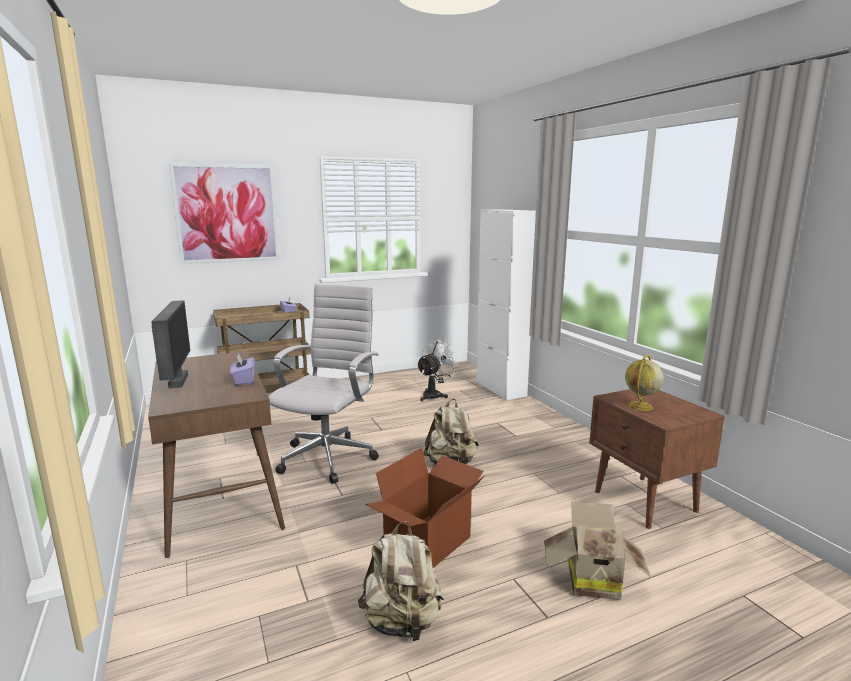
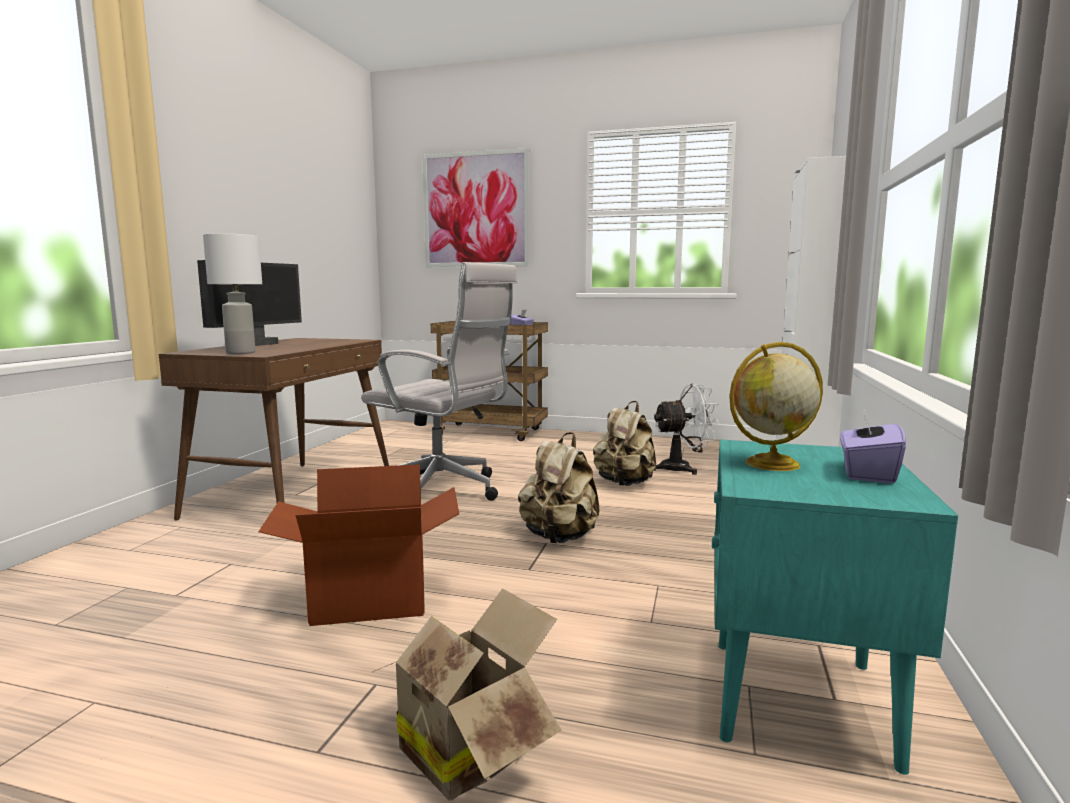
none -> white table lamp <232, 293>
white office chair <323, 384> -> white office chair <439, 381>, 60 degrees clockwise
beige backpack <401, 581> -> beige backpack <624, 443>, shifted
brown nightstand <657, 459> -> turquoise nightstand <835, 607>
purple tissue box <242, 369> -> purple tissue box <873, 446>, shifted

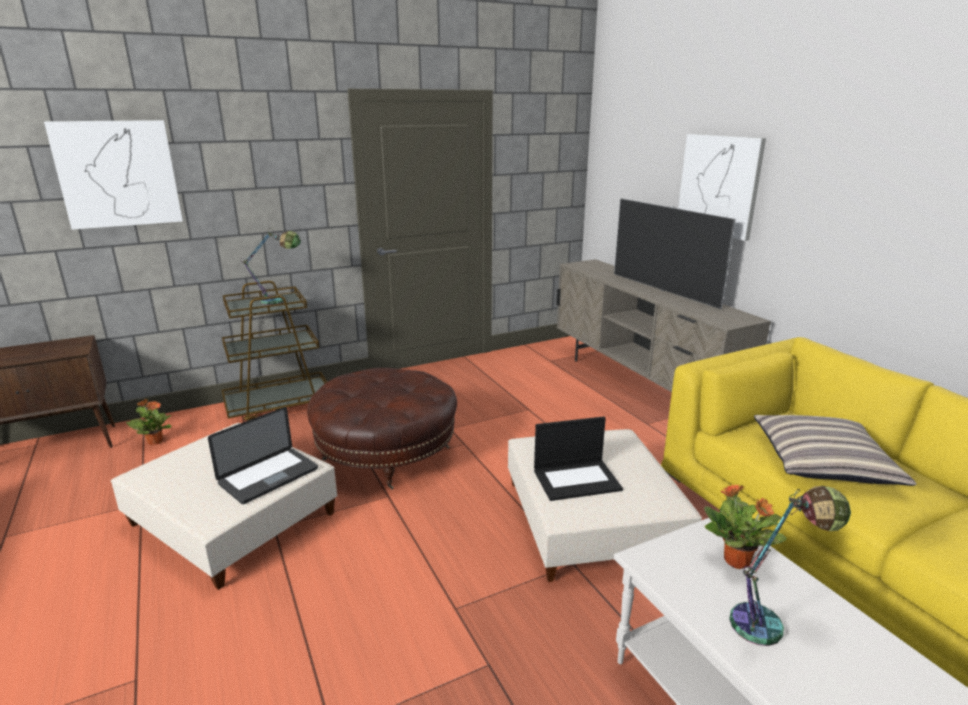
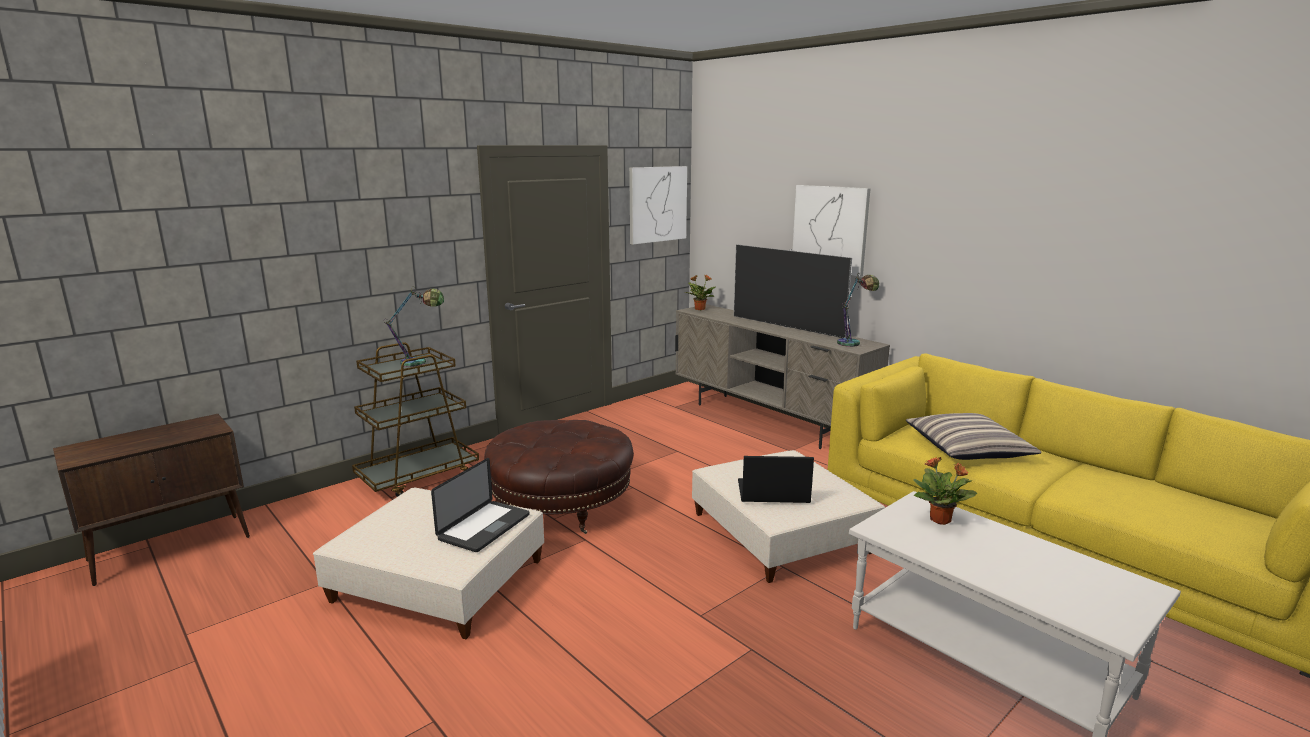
picture <113, 175> -> picture <658, 205>, shifted
potted plant <148, 422> -> potted plant <700, 292>, shifted
laptop <578, 459> -> laptop <776, 479>, 150 degrees counterclockwise
table lamp <790, 566> -> table lamp <858, 311>, shifted

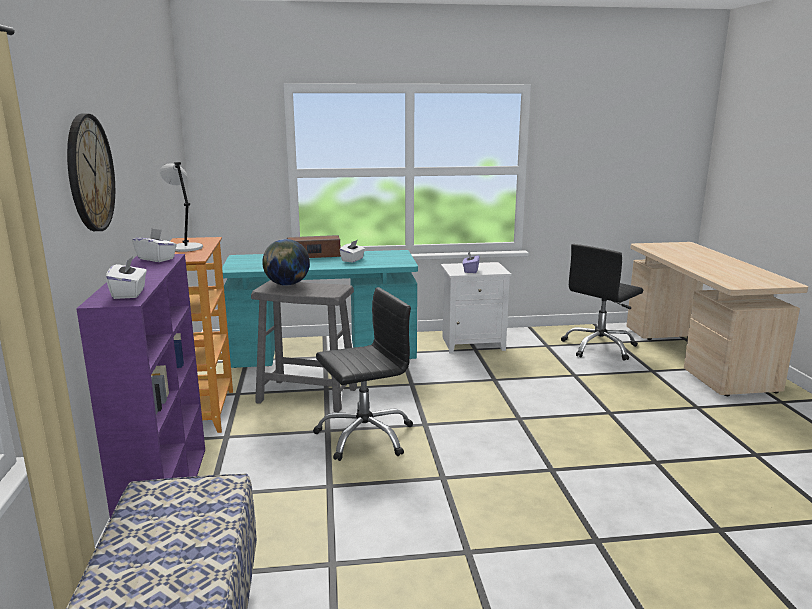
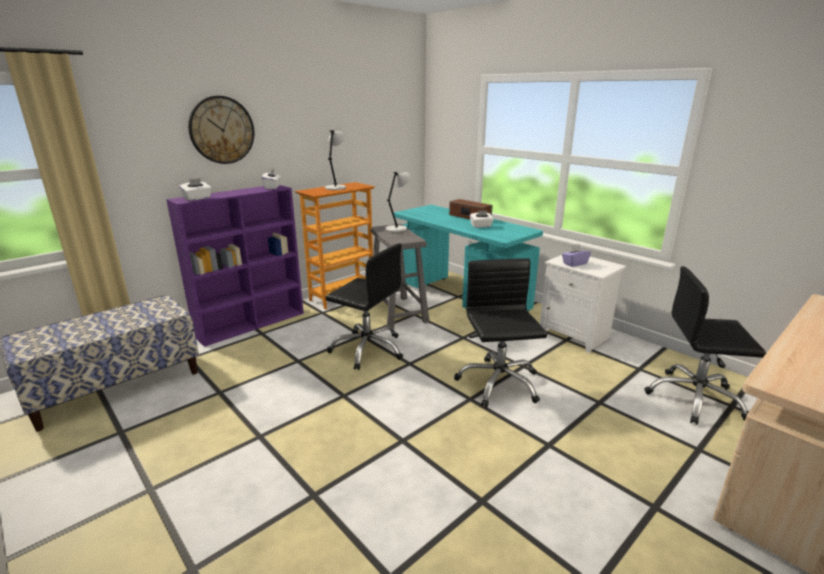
globe <286, 262> -> grey table lamp <397, 202>
none -> black office chair <500, 333>

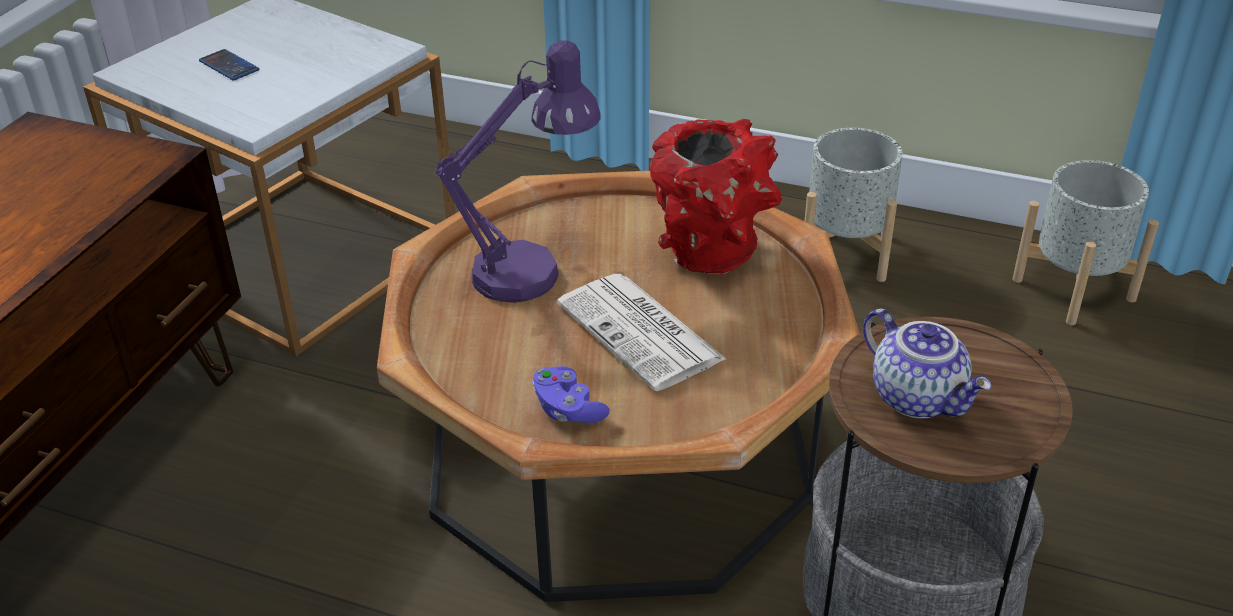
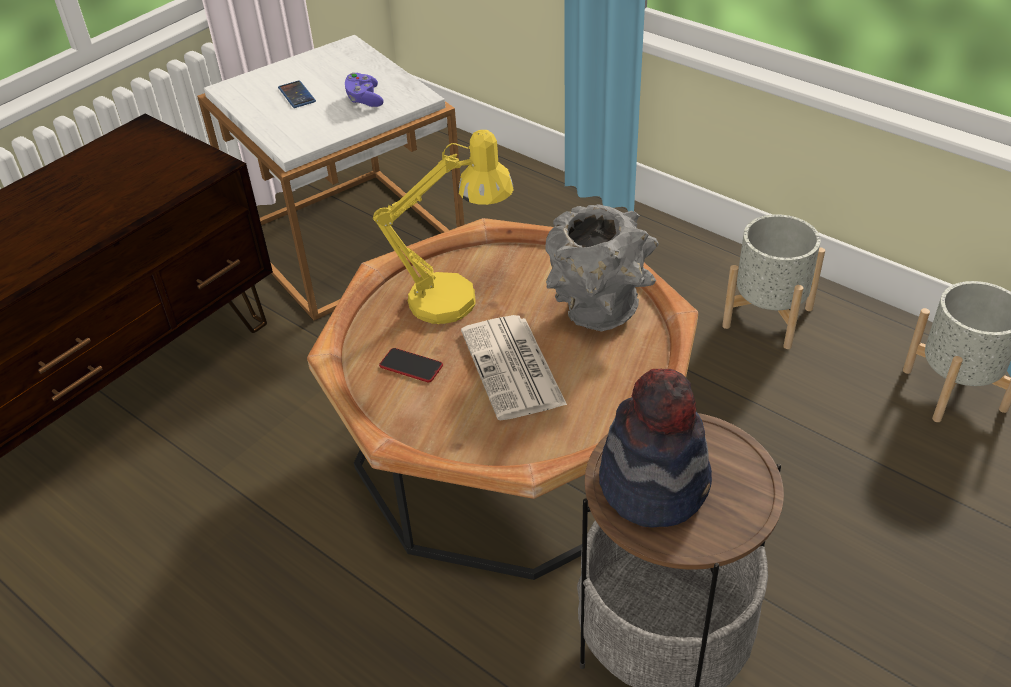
purple game controller <571, 394> -> purple game controller <364, 90>, shifted
purple table lamp <518, 171> -> yellow table lamp <443, 227>
none -> phone <411, 365>
red vase <716, 196> -> grey vase <602, 268>
teapot <927, 364> -> hat <655, 448>

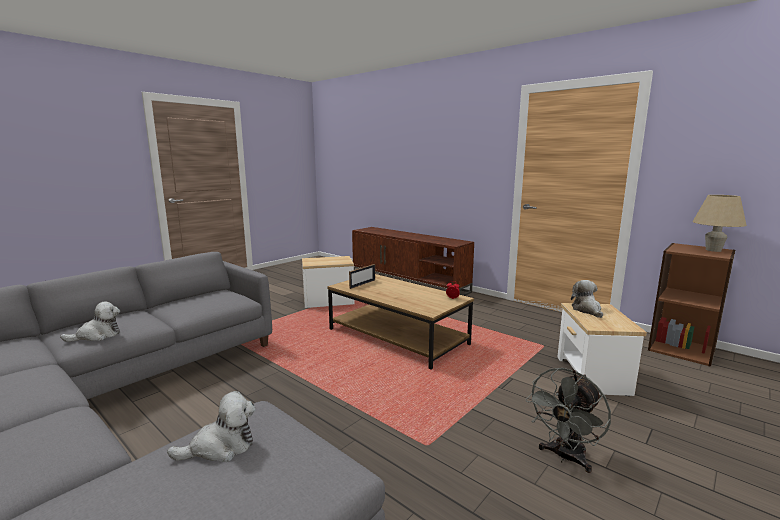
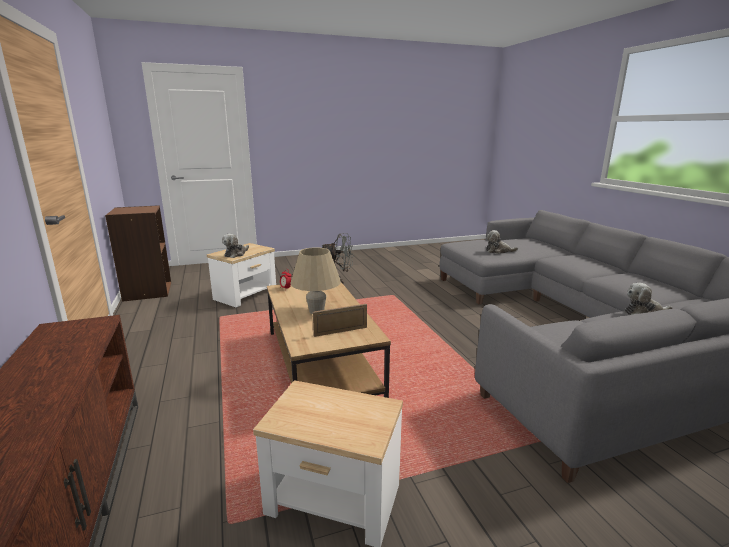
beige table lamp <719, 223> -> beige table lamp <315, 280>, shifted

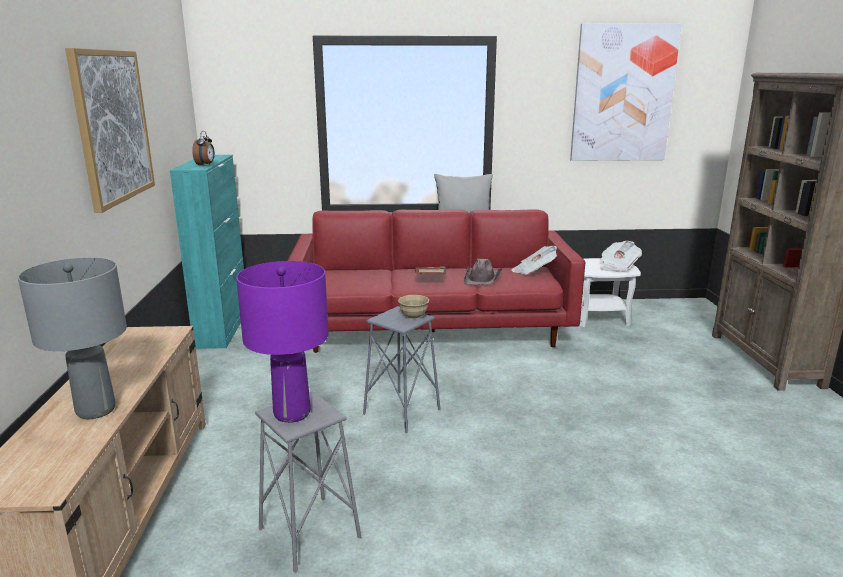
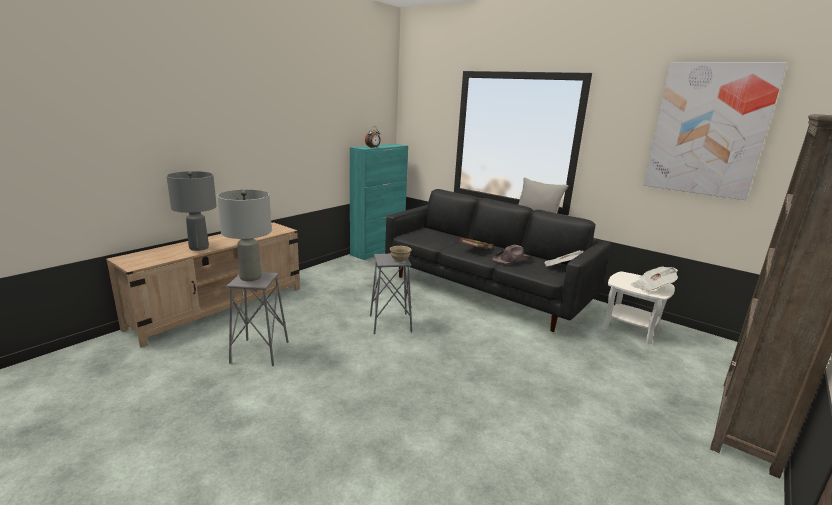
purple table lamp <282, 342> -> grey table lamp <244, 235>
red sofa <436, 281> -> black sofa <498, 260>
picture <110, 130> -> none

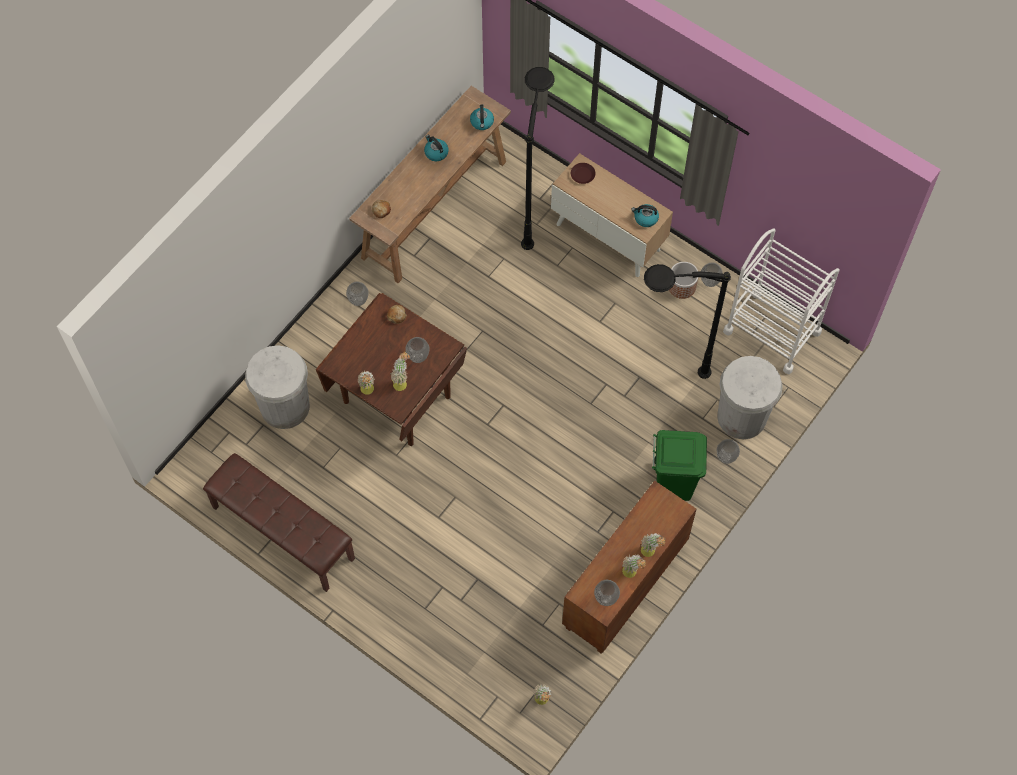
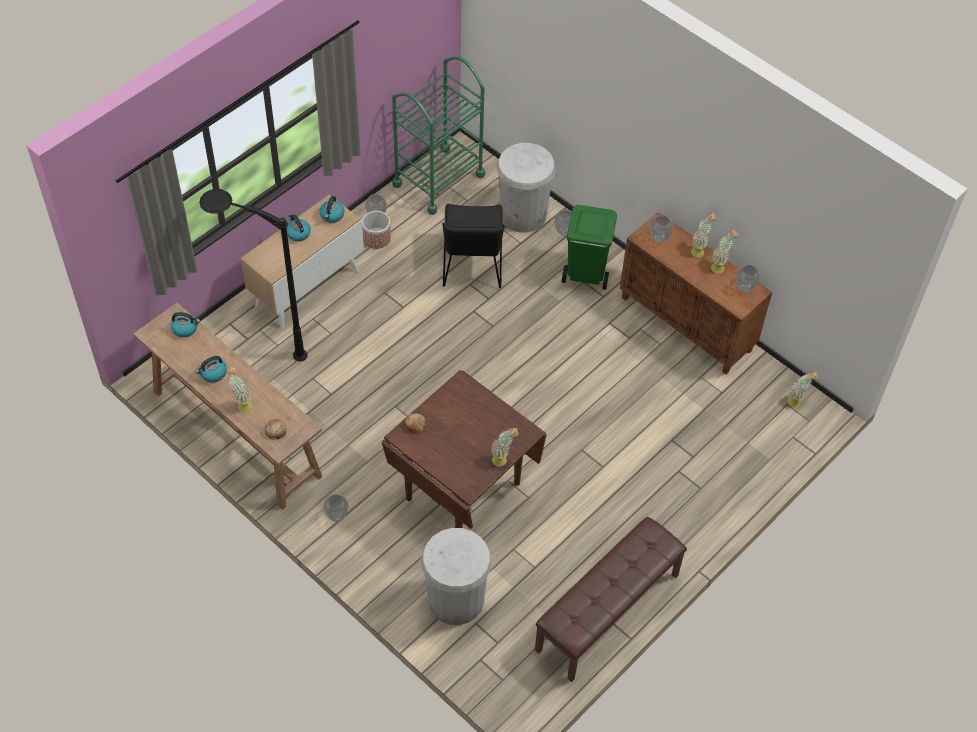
potted plant <400, 371> -> potted plant <239, 390>, shifted
none -> kettle <298, 227>
white cart <781, 301> -> green cart <438, 135>
black floor lamp <687, 321> -> black chair <473, 246>
vase <417, 350> -> vase <661, 229>, shifted
brown plate <583, 173> -> none

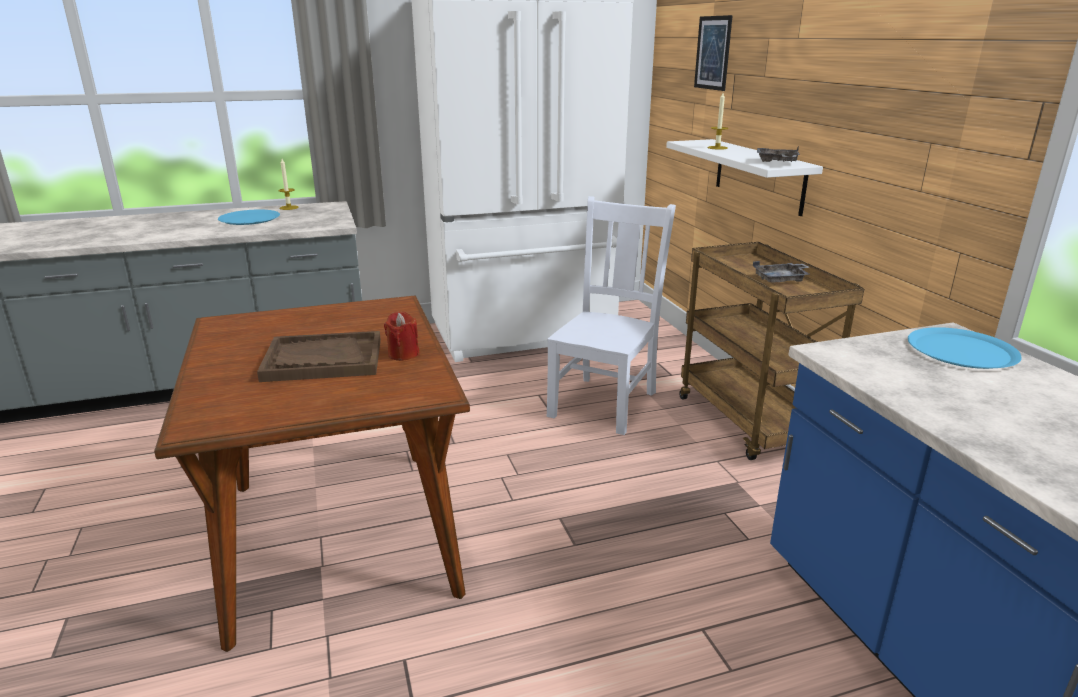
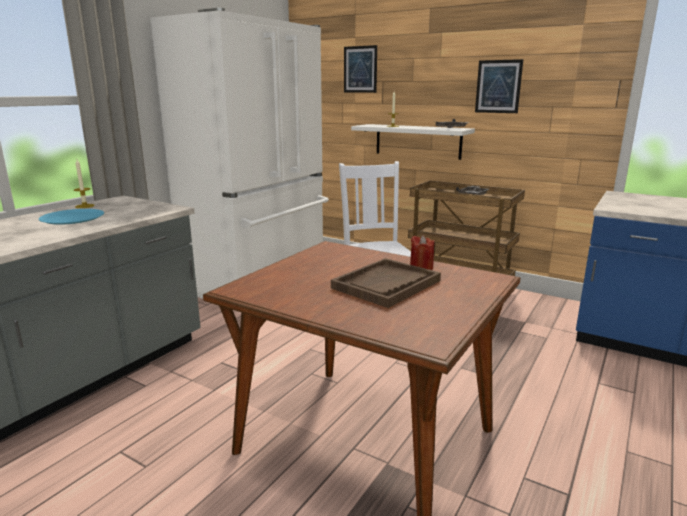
none -> picture <499, 86>
blue plate <965, 348> -> none

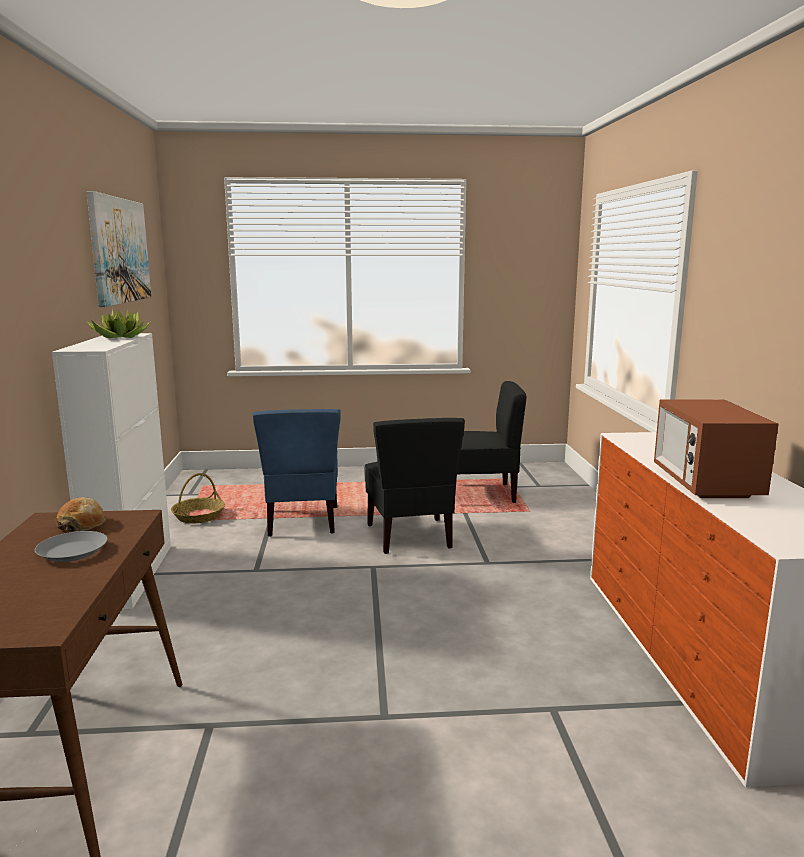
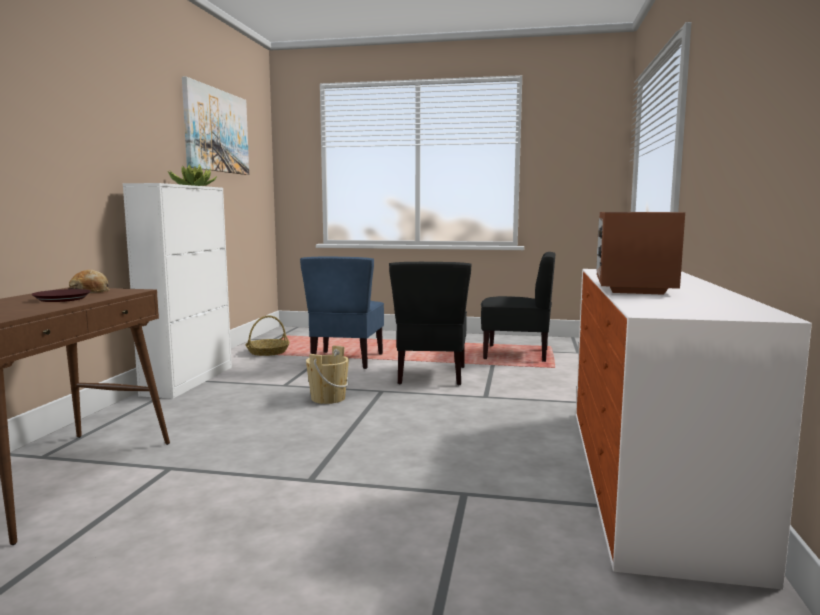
grey plate <71, 546> -> brown plate <61, 295>
none -> beige bucket <327, 374>

